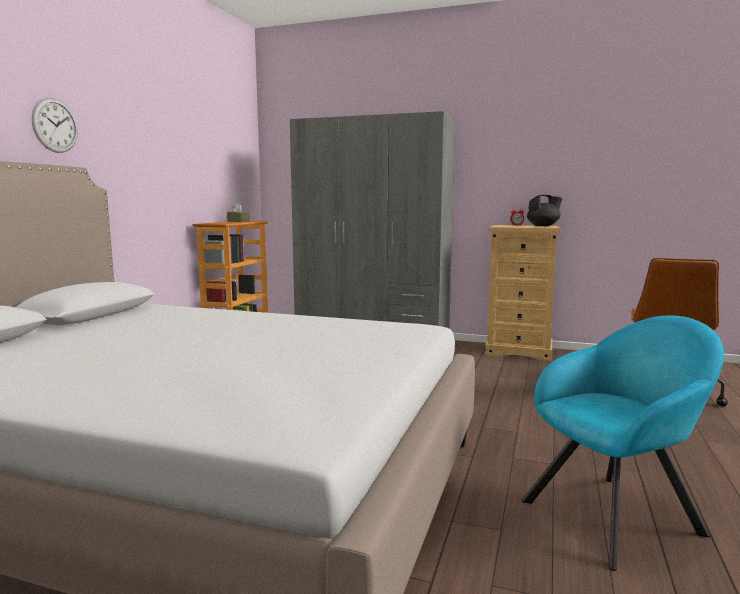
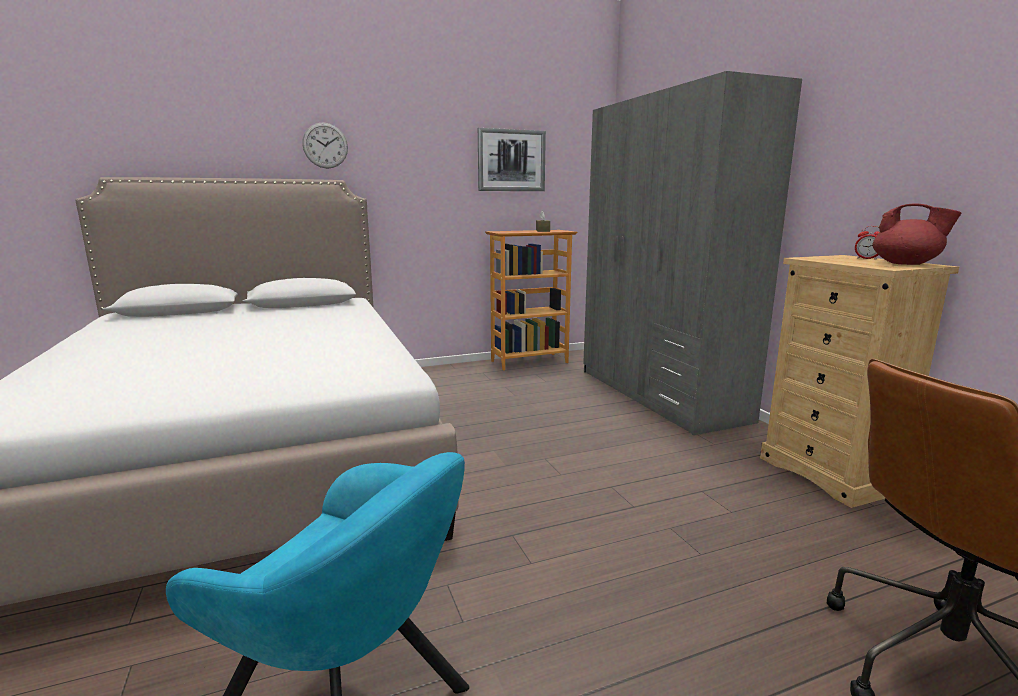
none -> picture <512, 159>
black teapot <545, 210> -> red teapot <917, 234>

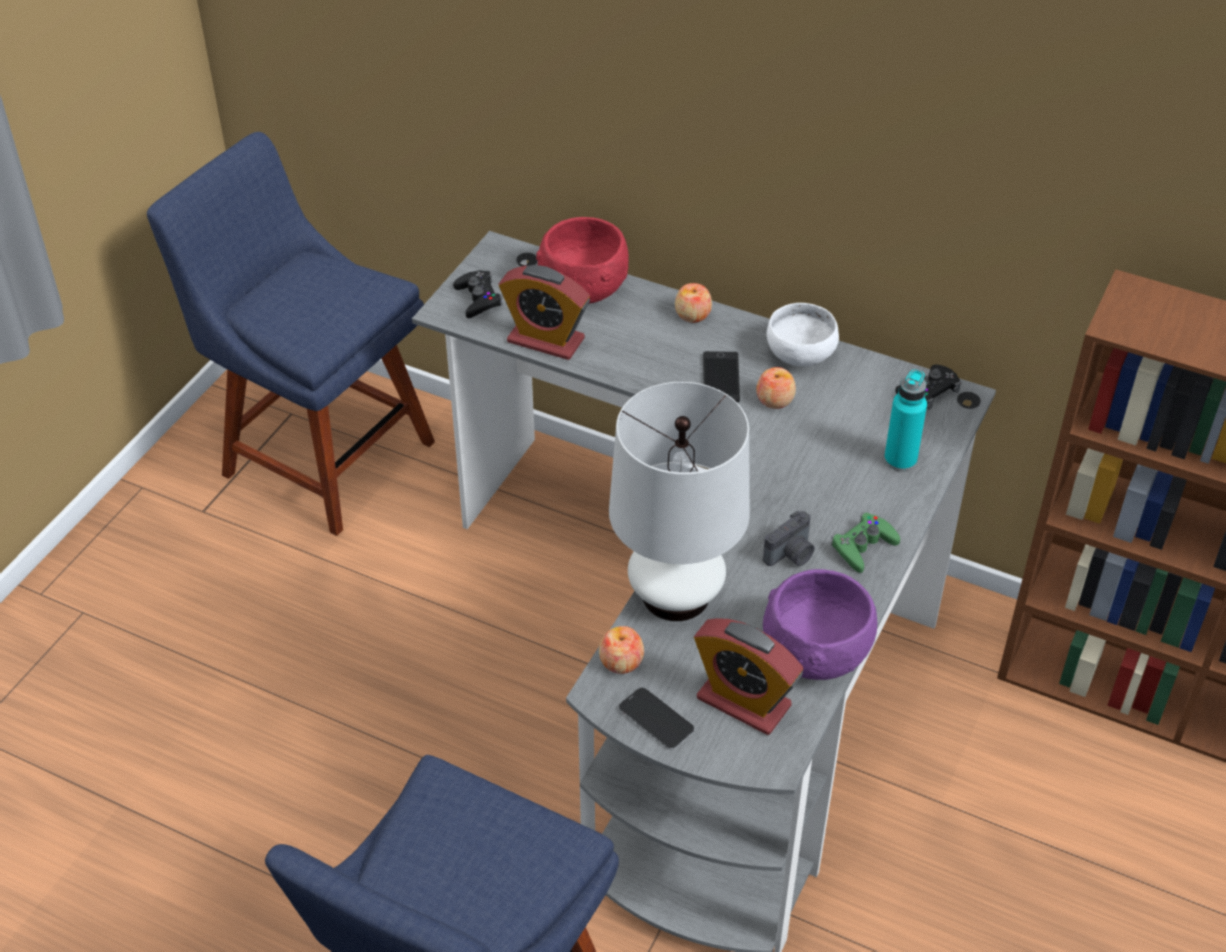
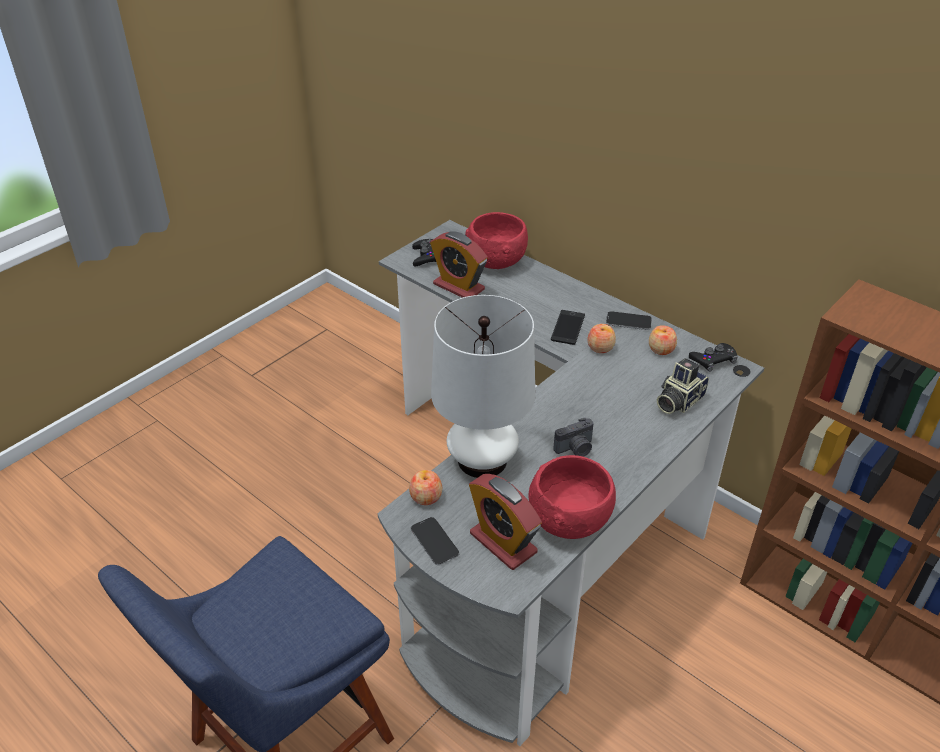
purple bowl <820, 624> -> red bowl <572, 497>
white bowl <802, 335> -> phone <629, 320>
apple <693, 303> -> apple <663, 340>, shifted
turquoise bottle <905, 420> -> photo camera <683, 386>
blue chair <291, 334> -> none
green game controller <865, 542> -> none

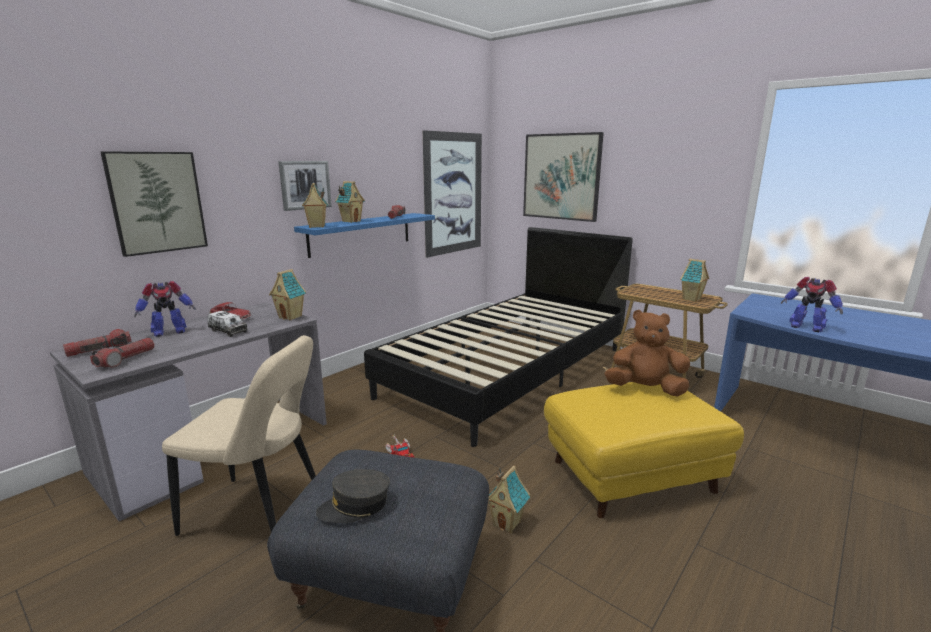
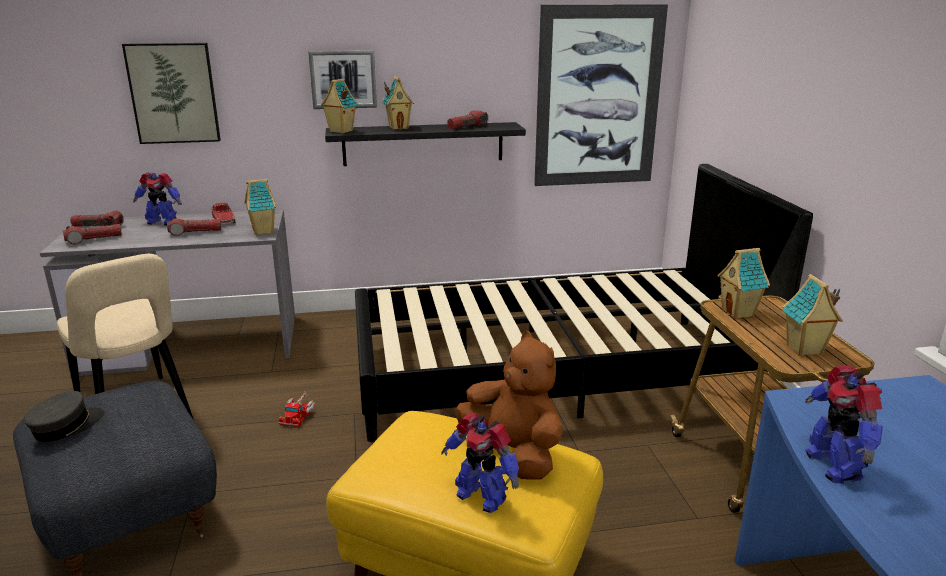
grey cap <353, 496> -> grey cap <64, 416>, 105 degrees clockwise
toy truck <227, 324> -> flashlight <194, 227>
blue shelf <364, 235> -> black shelf <425, 144>
none -> toy robot <480, 463>
toy house <509, 499> -> toy house <743, 283>, shifted
picture <563, 177> -> none

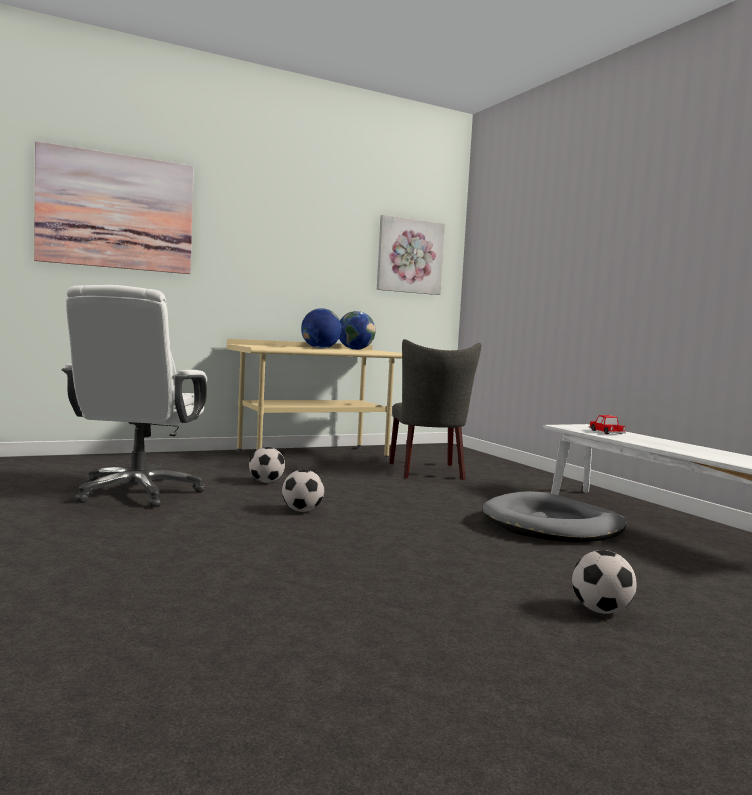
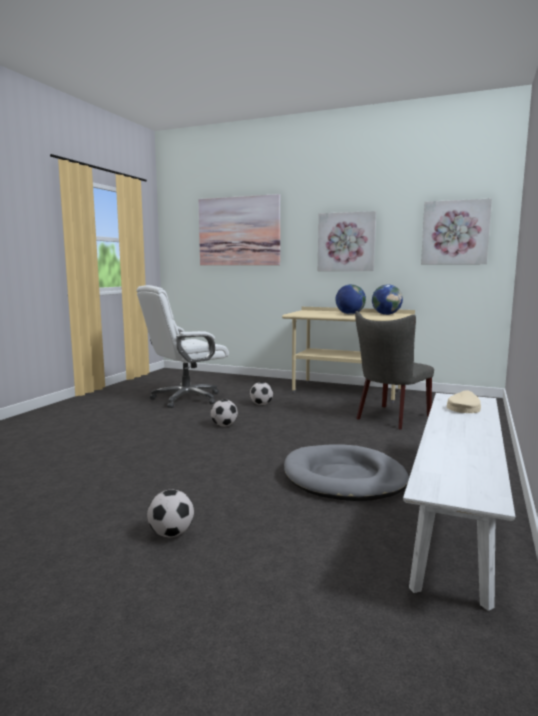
none -> picture <347, 241>
toy car <607, 424> -> beige cap <464, 401>

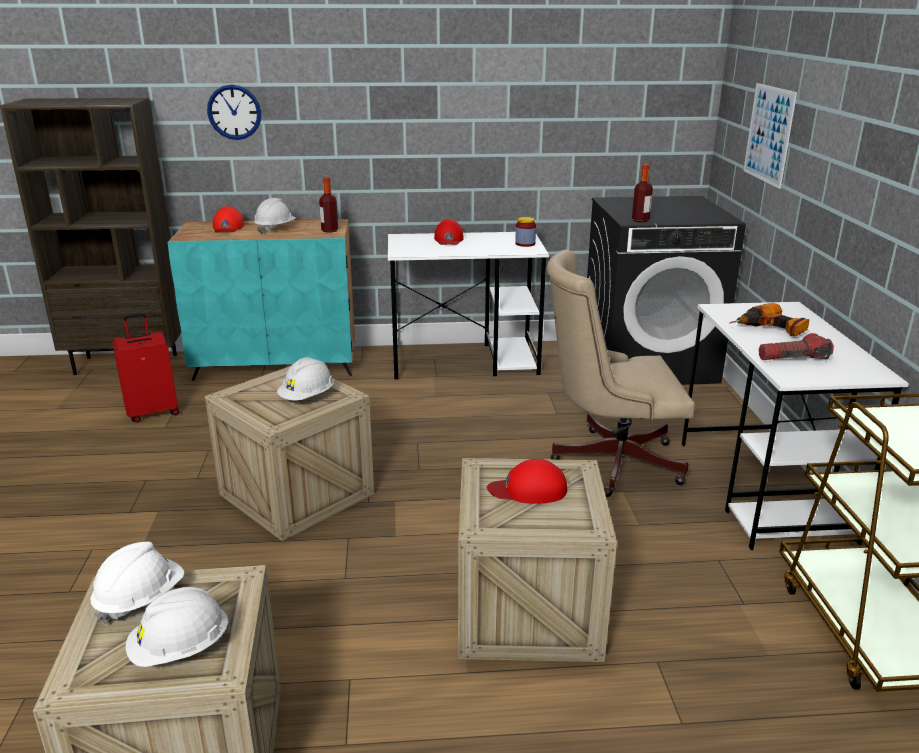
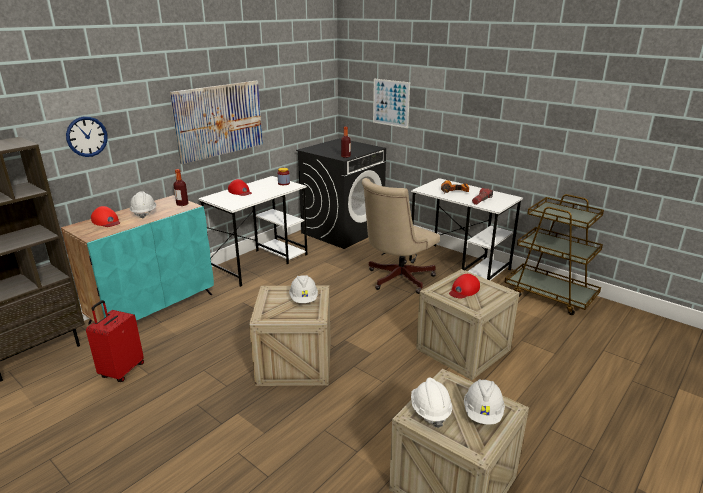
none -> picture <216, 122>

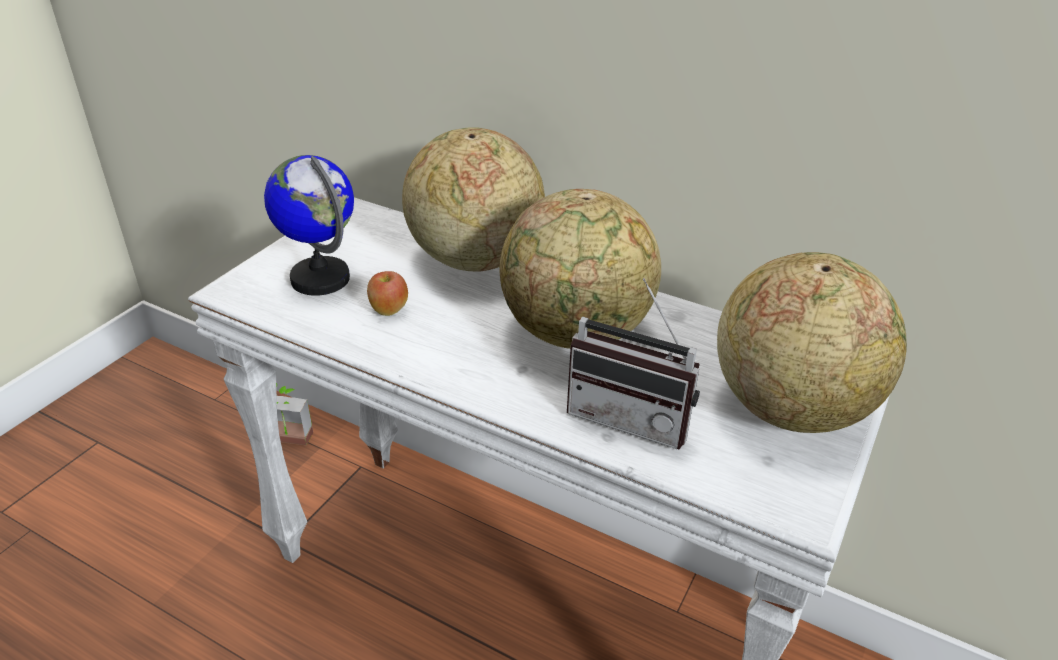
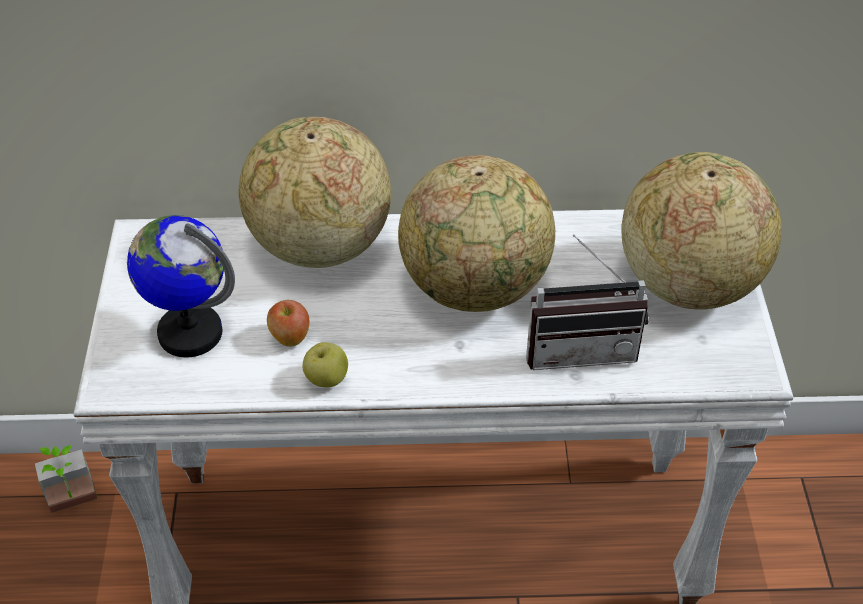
none -> apple <325, 364>

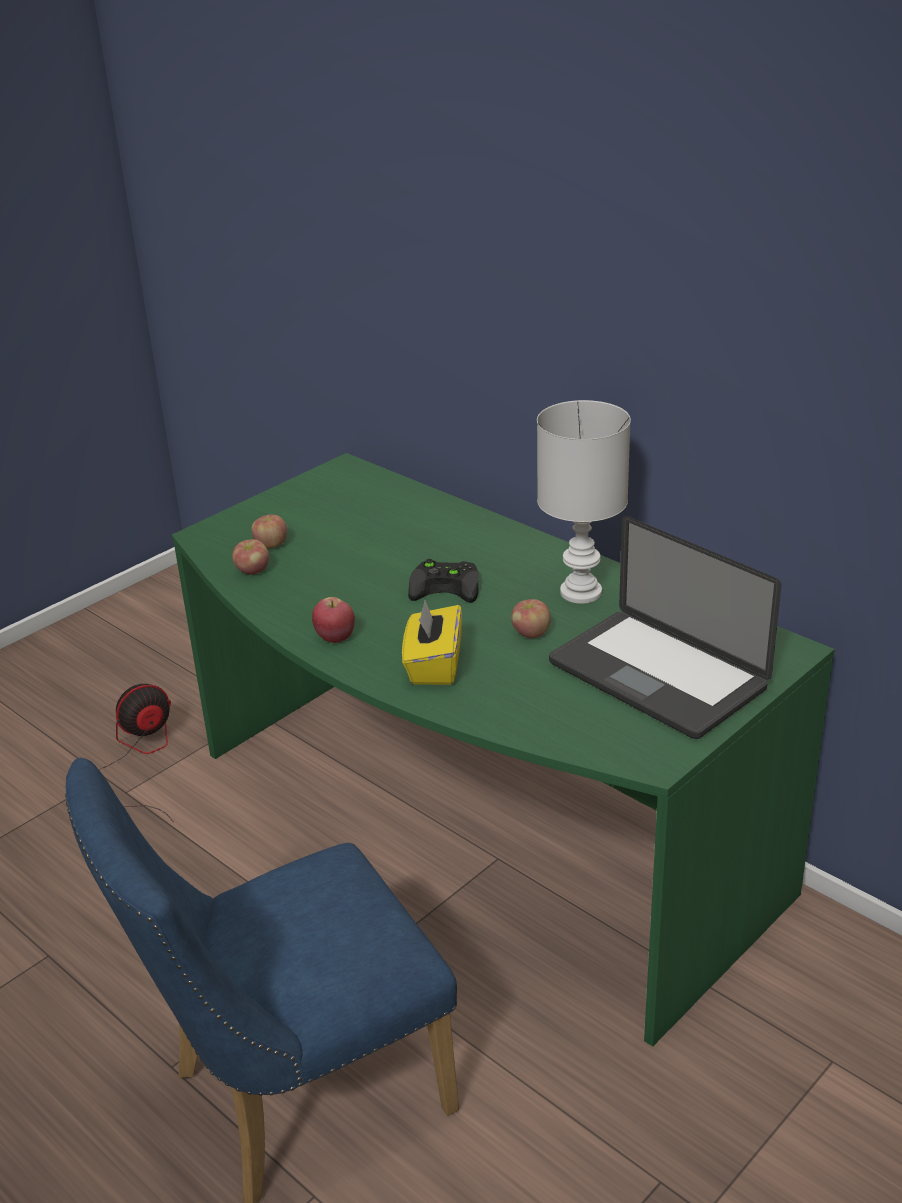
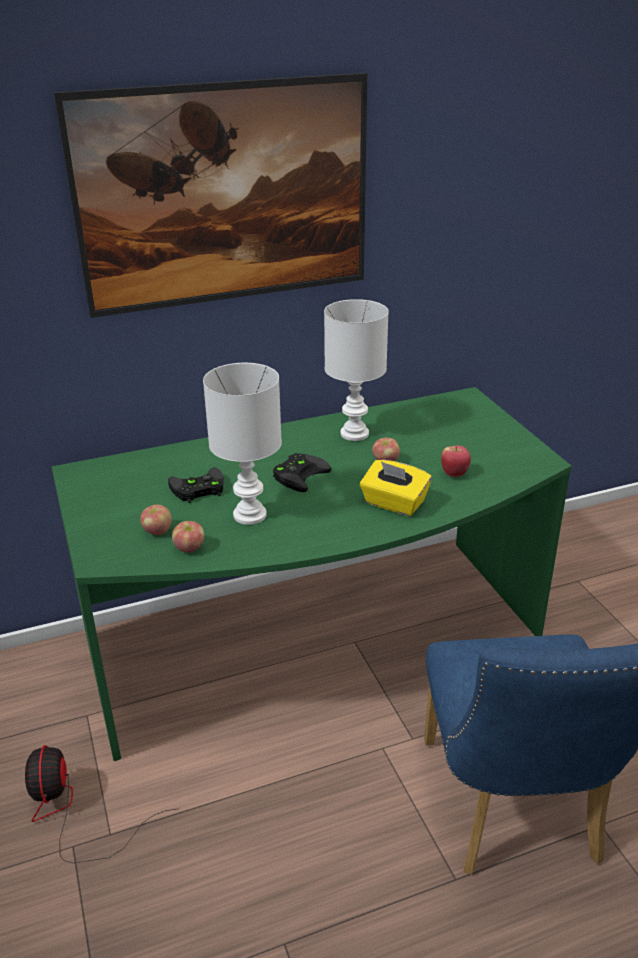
none -> picture <210, 195>
none -> black game controller <196, 485>
none -> white table lamp <242, 444>
apple <333, 620> -> apple <456, 461>, shifted
laptop <665, 627> -> none

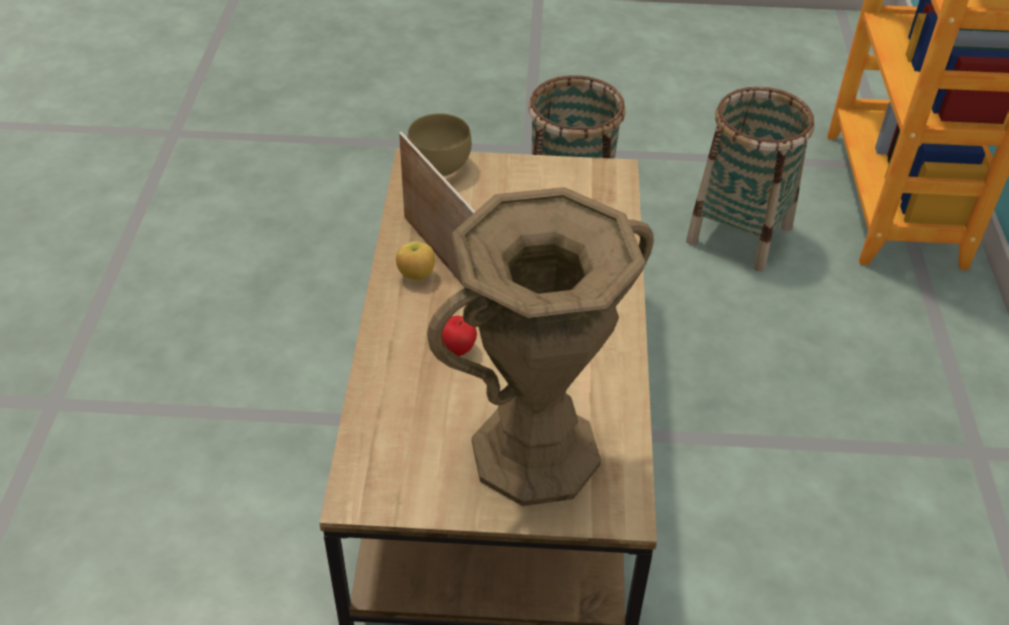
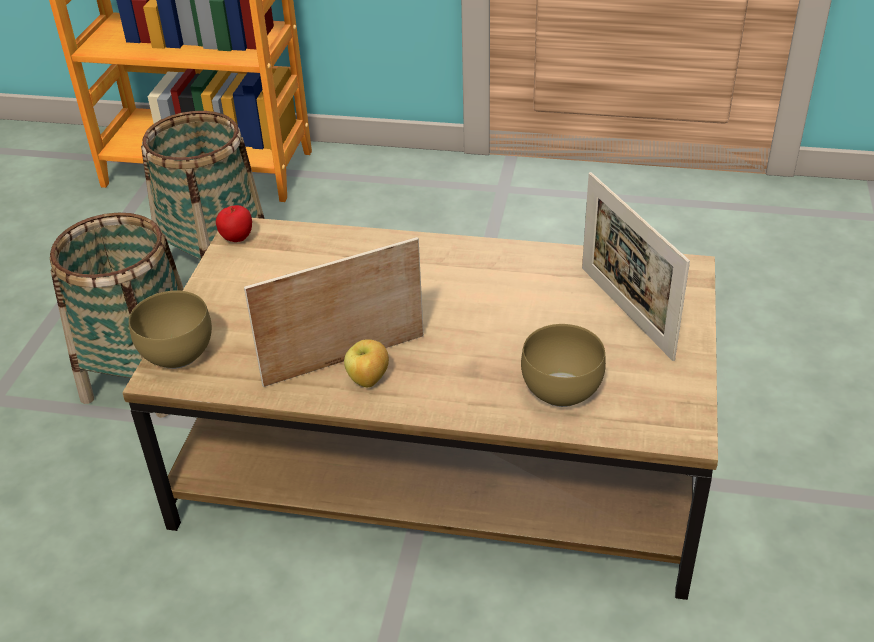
apple <459, 336> -> apple <234, 223>, shifted
none -> brown bowl <563, 365>
brown vase <540, 346> -> picture frame <636, 266>

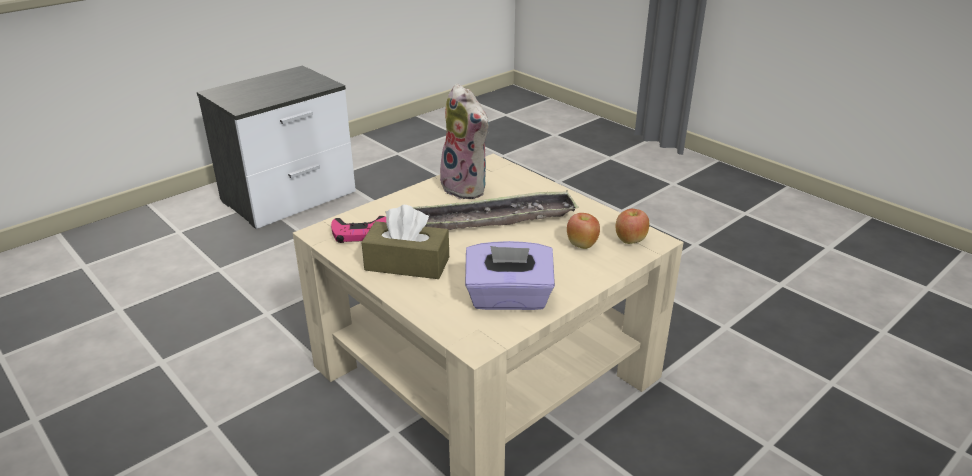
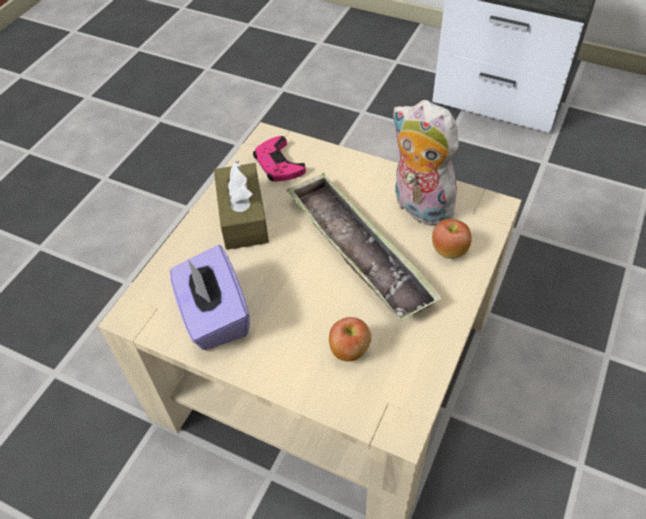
plush toy <463, 141> -> plush toy <427, 163>, 105 degrees clockwise
apple <632, 226> -> apple <452, 239>, shifted

